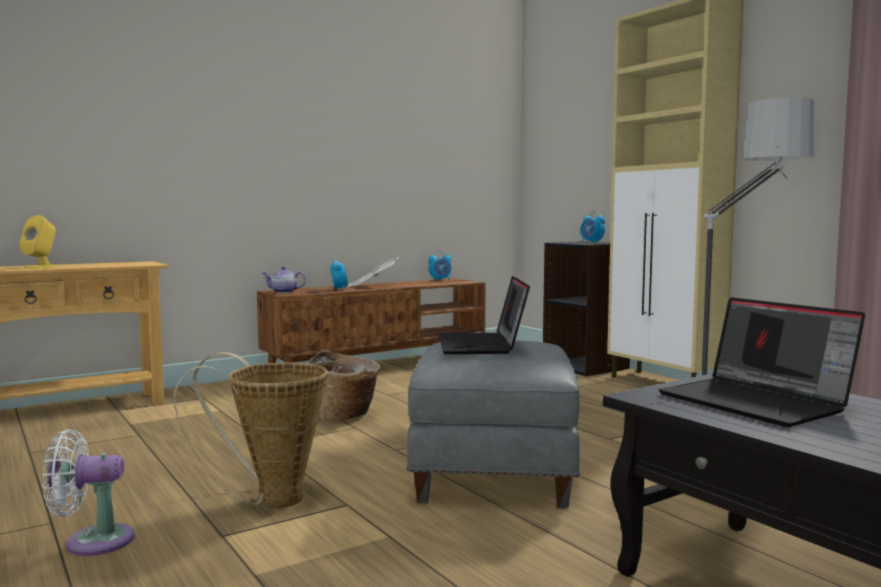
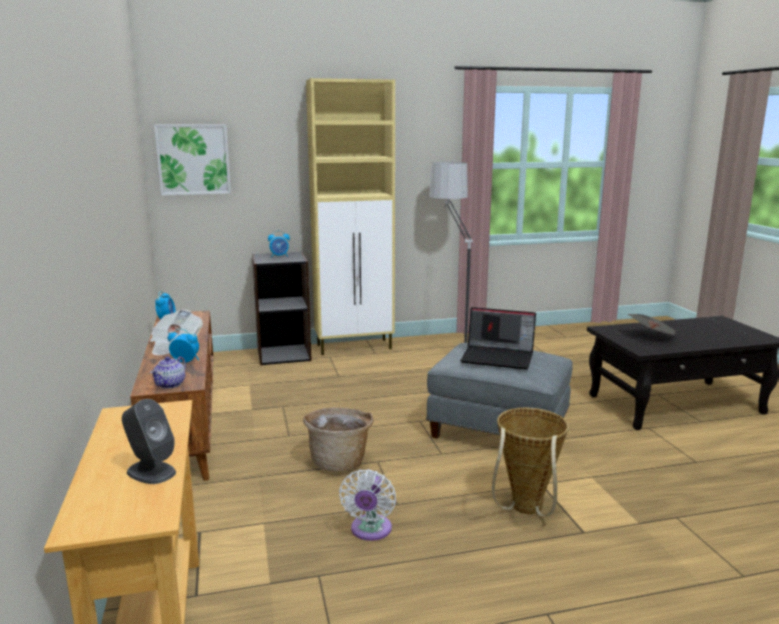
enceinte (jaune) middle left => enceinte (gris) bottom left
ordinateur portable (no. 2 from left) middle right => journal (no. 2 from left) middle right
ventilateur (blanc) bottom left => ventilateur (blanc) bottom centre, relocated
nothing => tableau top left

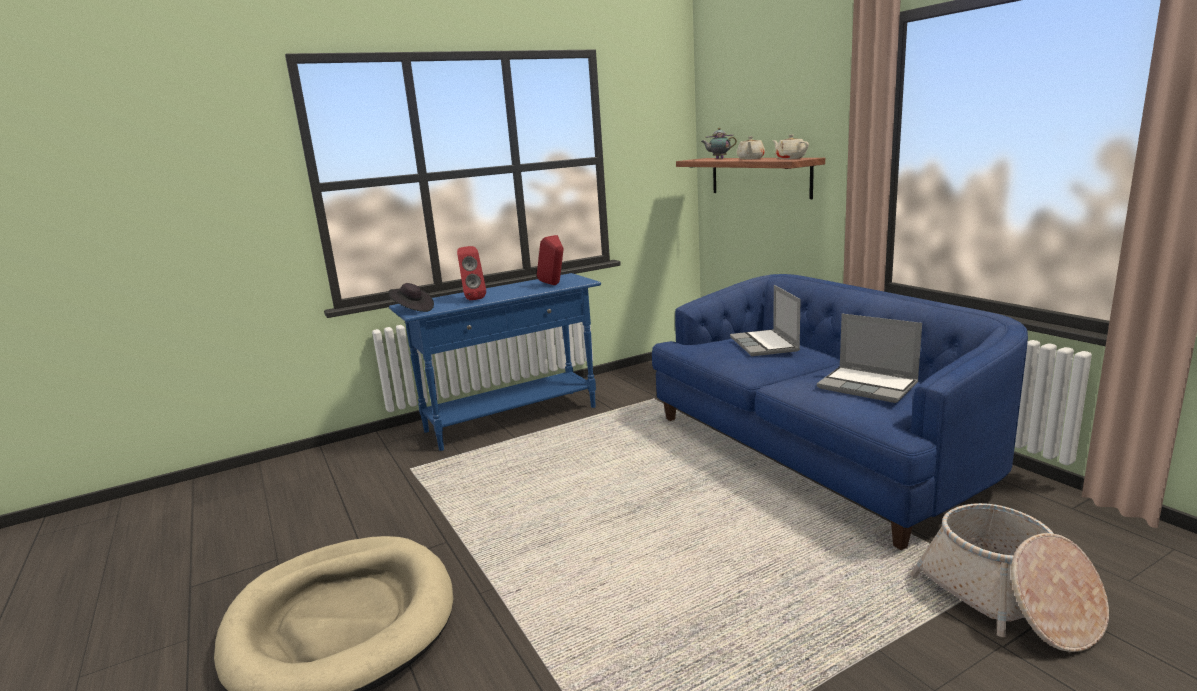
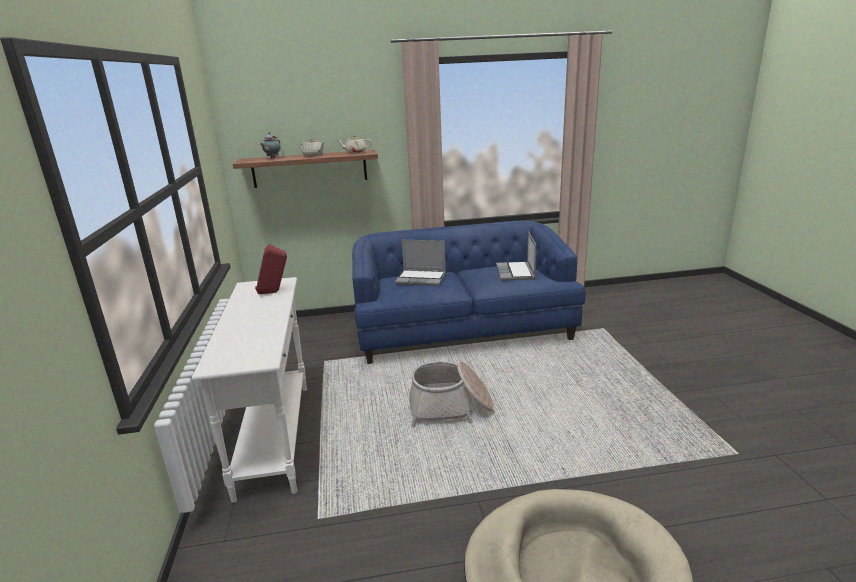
enceinte (rouge) (no. 1 from left) centre => nothing
table console (bleu) centre => table console (blanc) bottom left
chapeau (noir) centre => nothing
ordinateur portable (no. 2 from left) middle right => ordinateur portable (no. 2 from left) centre, 120 degrees clockwise
panier bottom right => panier bottom centre, relocated

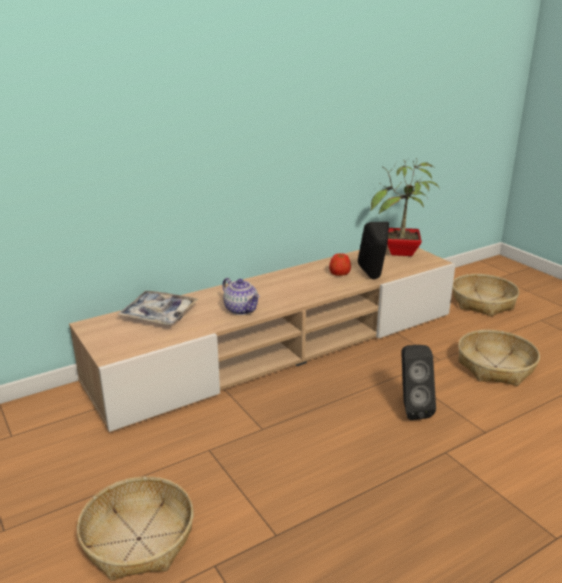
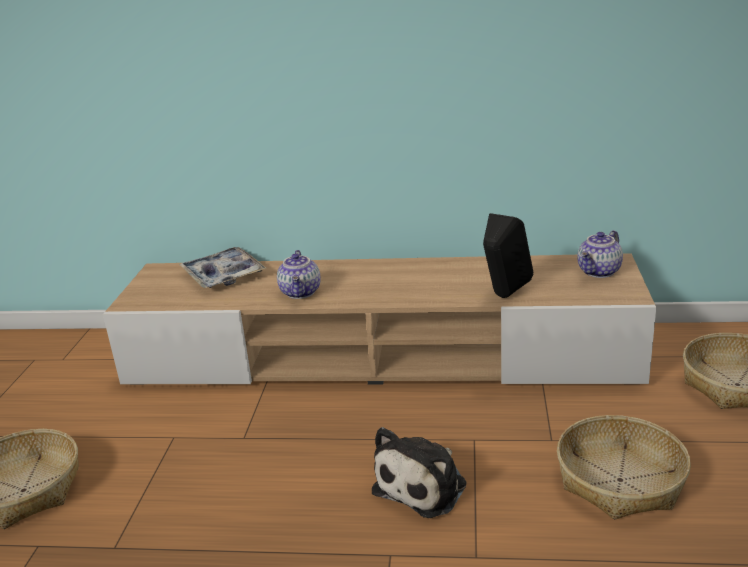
plante en pot middle right => théière (no. 2 from left) middle right
pomme centre => nothing
enceinte (noir) (no. 2 from left) middle right => peluche bottom centre

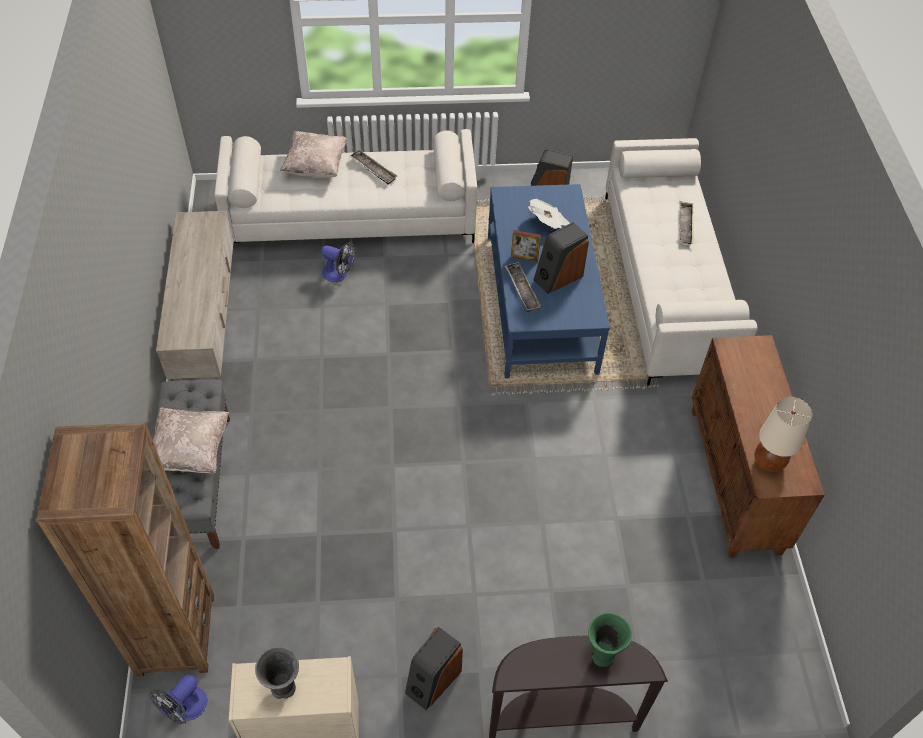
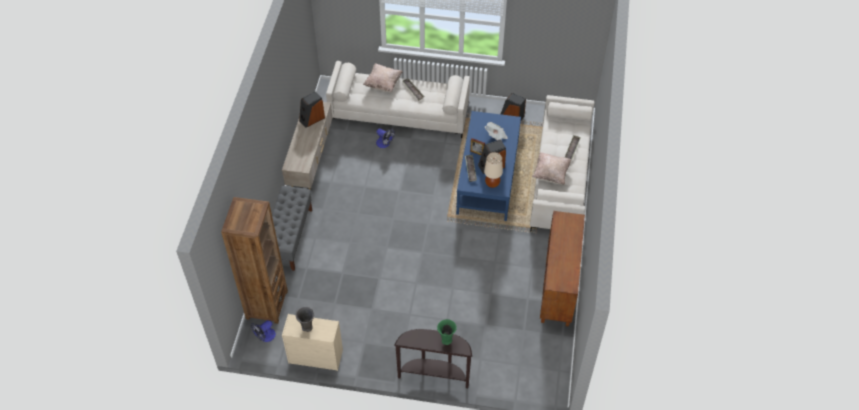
lampe de table (beige) middle right => lampe de table (beige) centre, relocated
coussin (beige) (no. 1 from left in the first image) middle left => coussin (beige) (no. 2 from left) centre, relocated
enceinte (no. 1 from left) bottom centre => enceinte (no. 1 from left) top centre, relocated

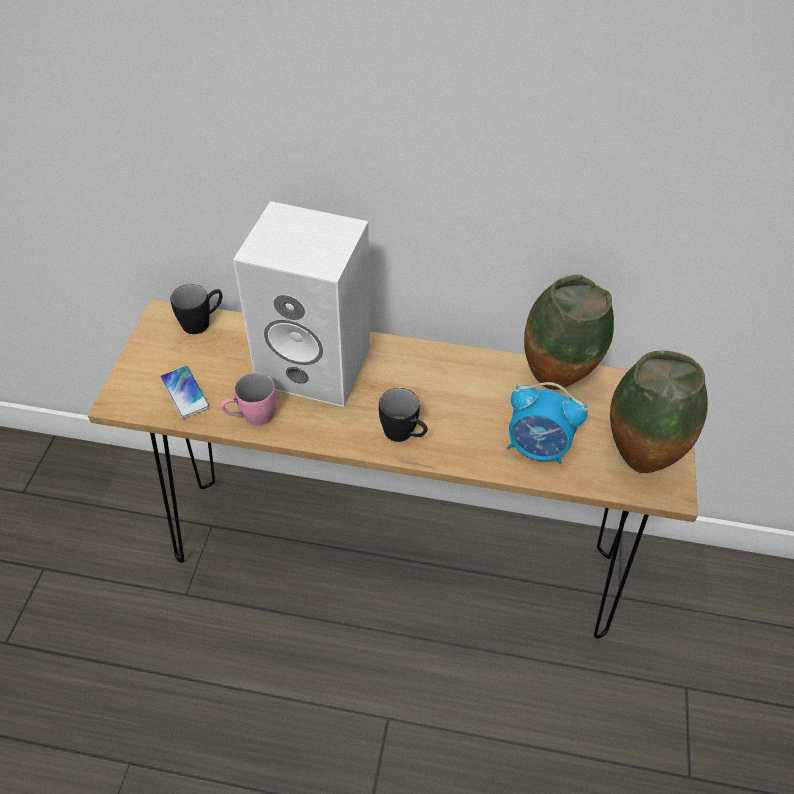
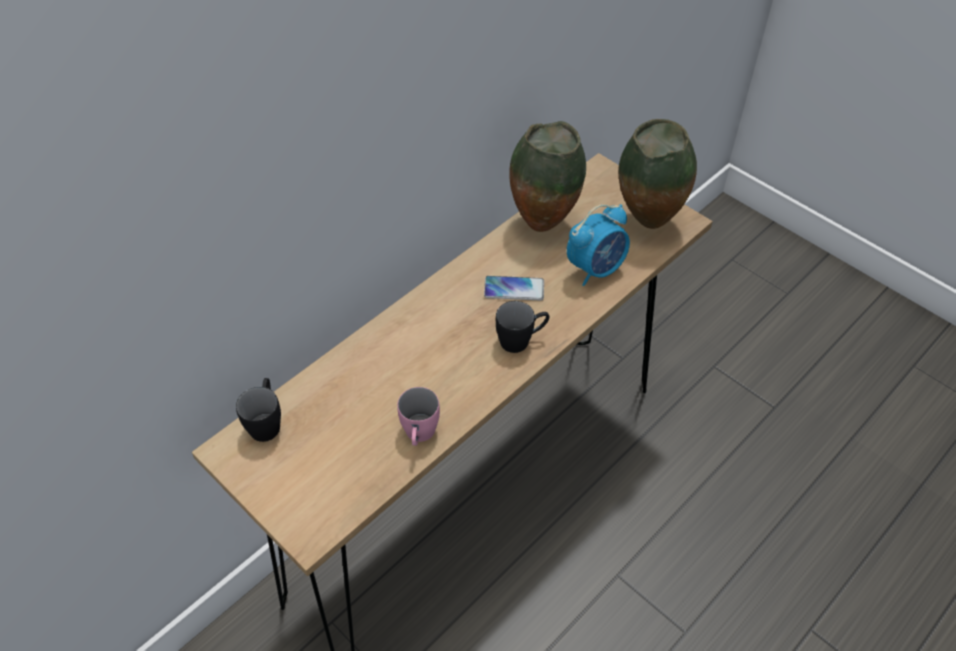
enceinte (blanc) centre => nothing
téléphone middle left => téléphone centre, relocated

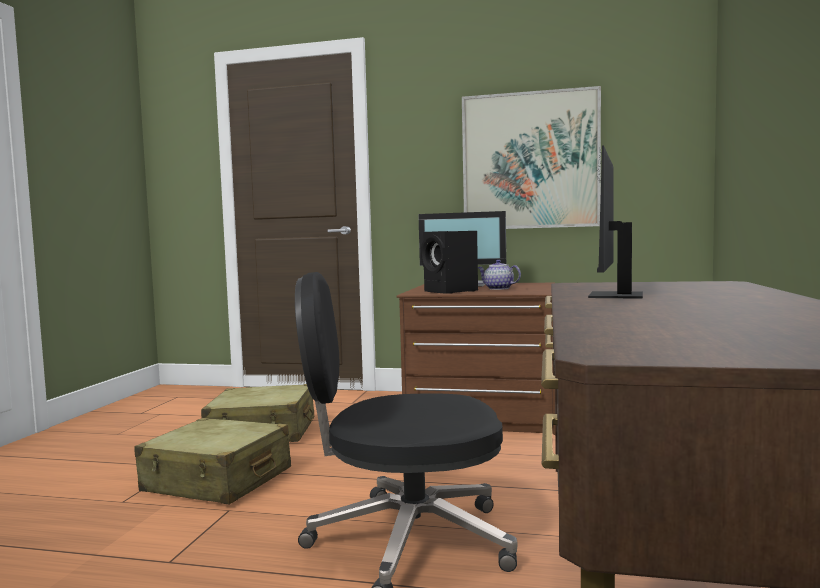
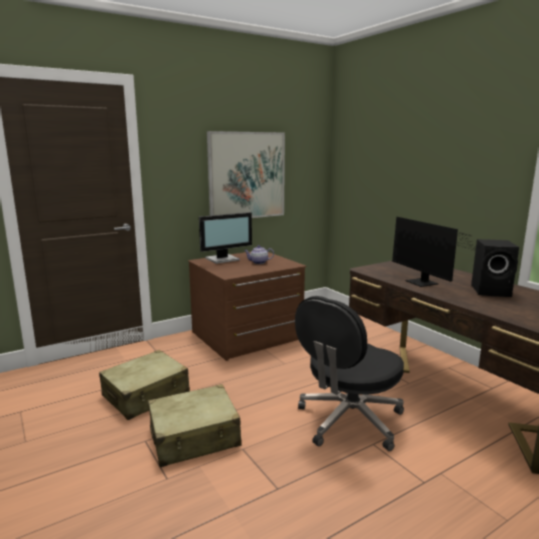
enceinte (noir) centre => enceinte (noir) middle right, relocated

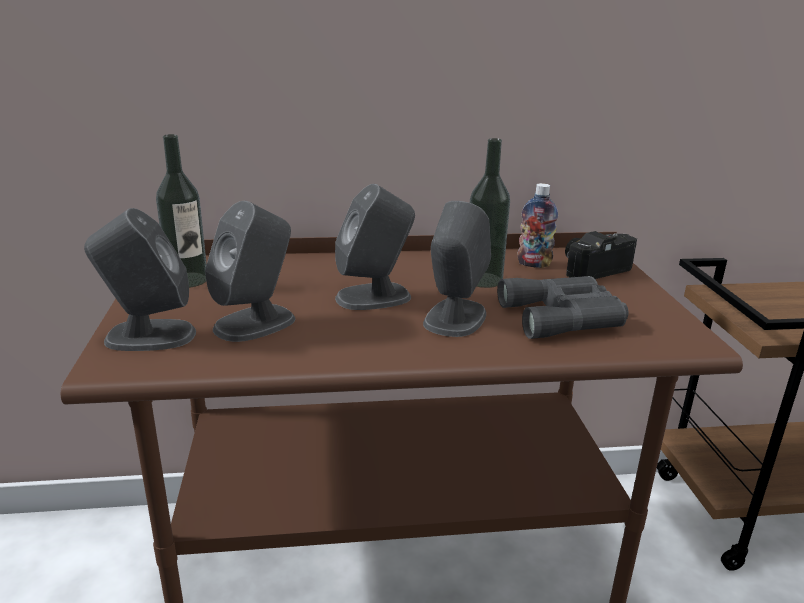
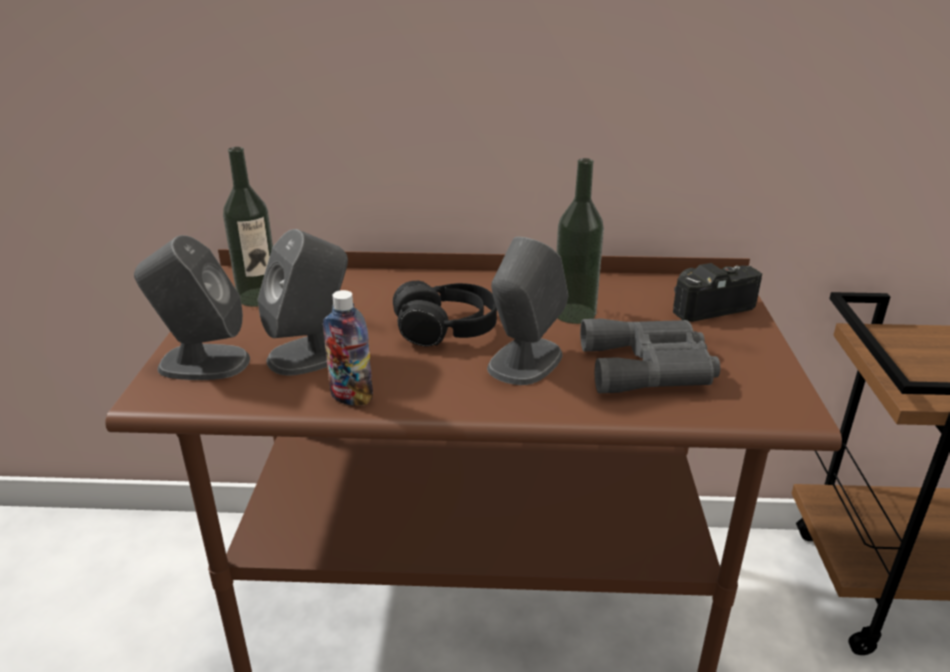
bouteille (no. 3 from left in the first image) middle right => bouteille (no. 2 from left) centre, relocated
enceinte (gris) (no. 3 from left) centre => casque audio (noir) centre

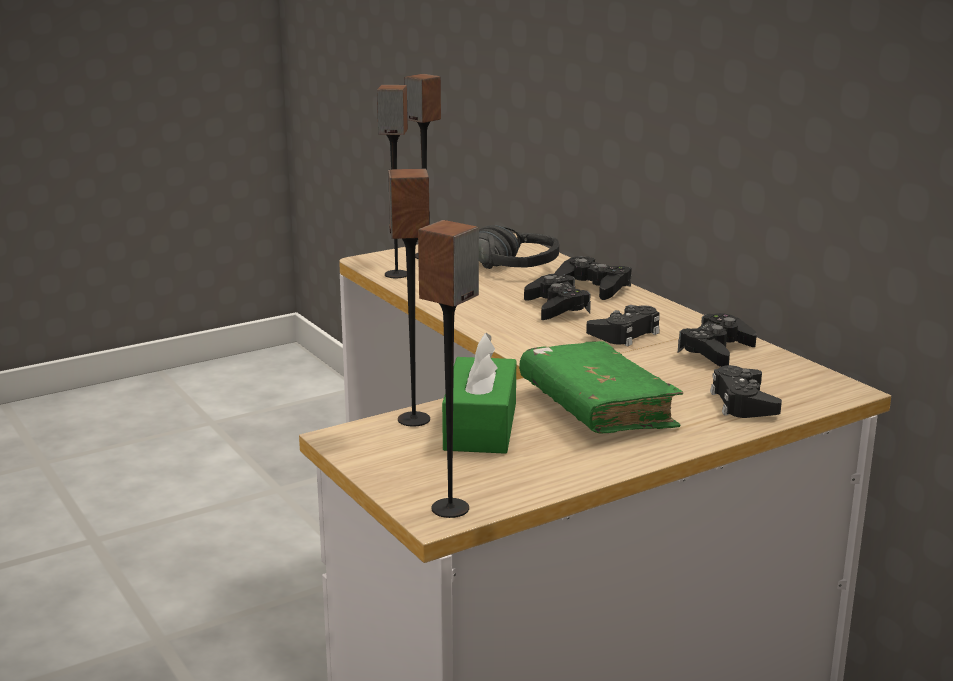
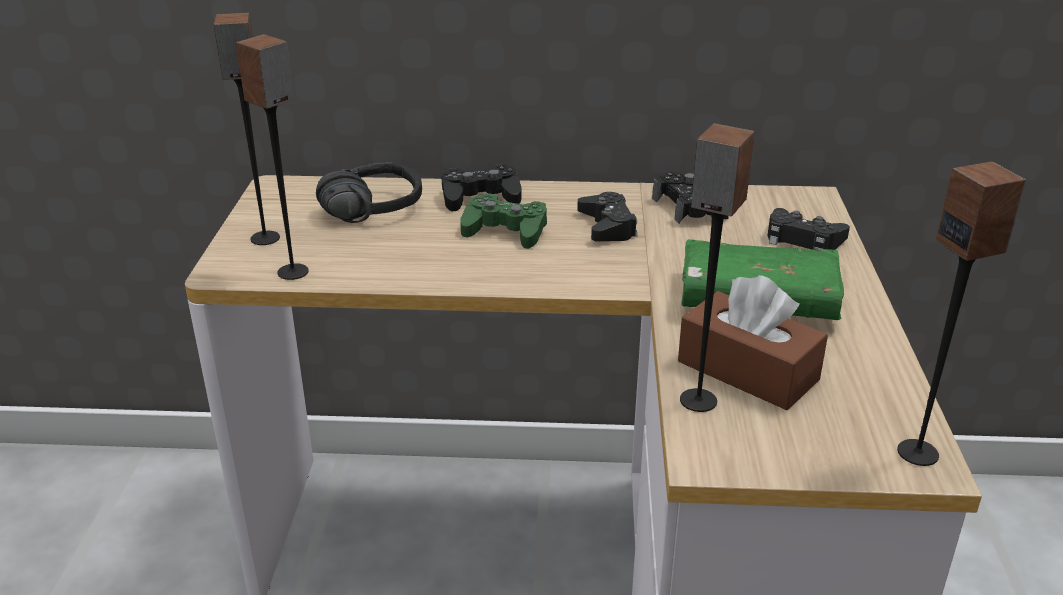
manette (noir) (no. 1 from left) centre => manette (vert) centre
boîte à mouchoirs (vert) centre => boîte à mouchoirs (marron) middle right

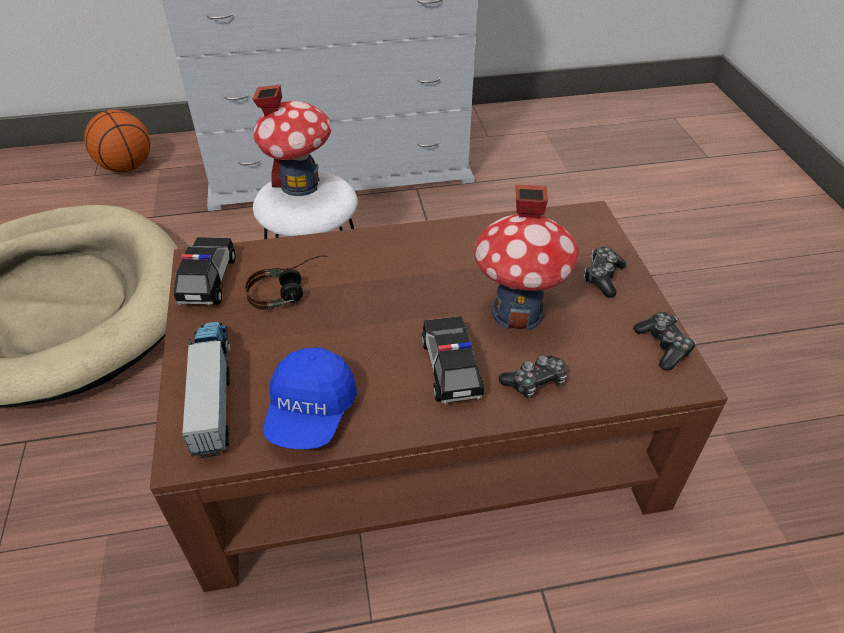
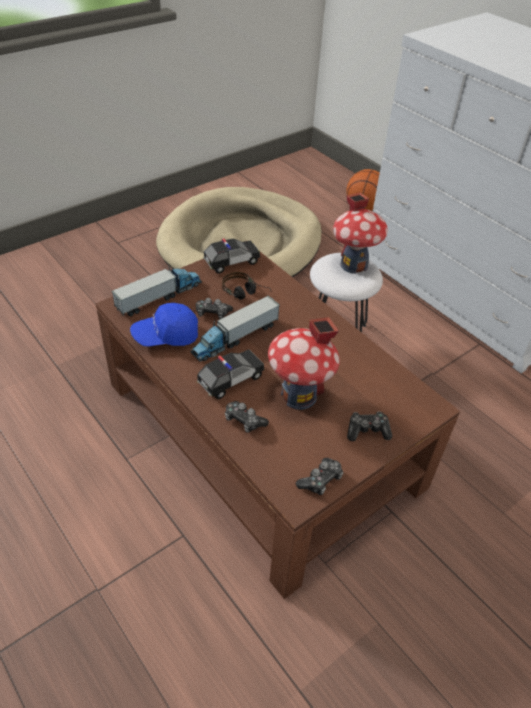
nothing => camion jouet (no. 2 from left) centre
nothing => manette (no. 1 from left) centre

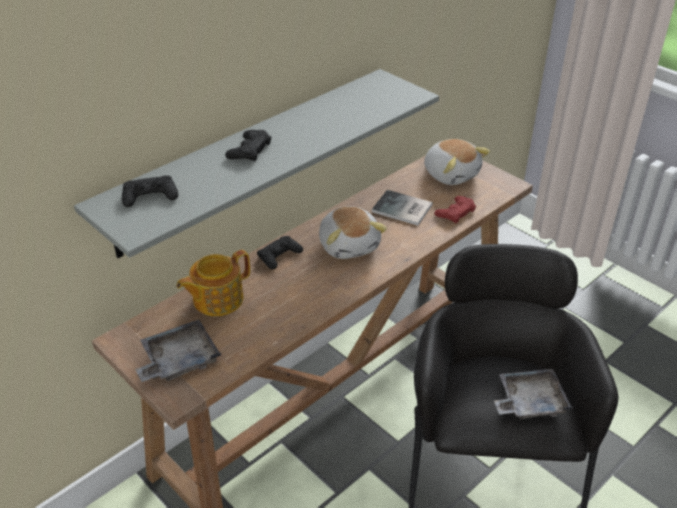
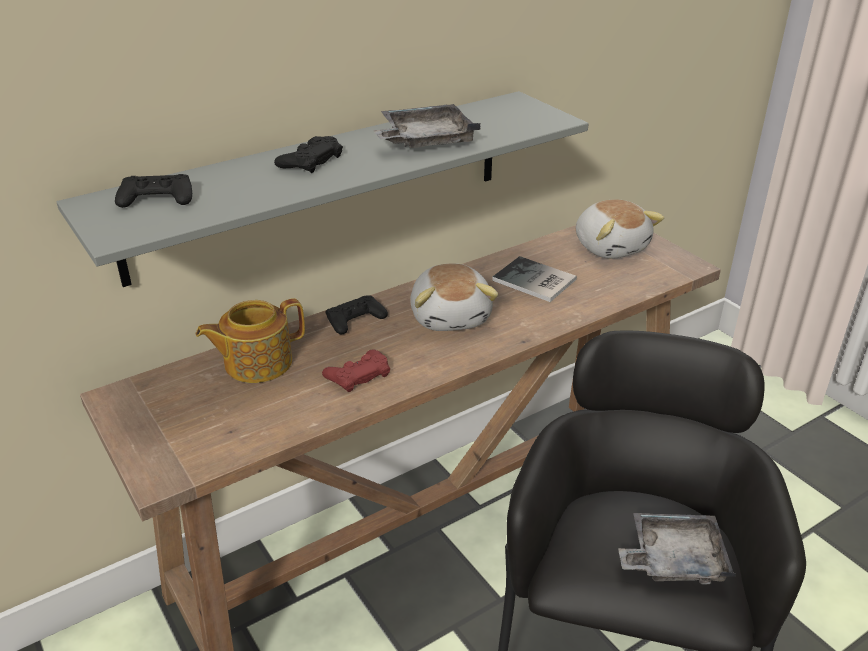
manette (rouge) middle right => manette (rouge) centre, relocated
plateau (gris) (no. 1 from left) bottom left => plateau (gris) (no. 1 from left) top centre, relocated

